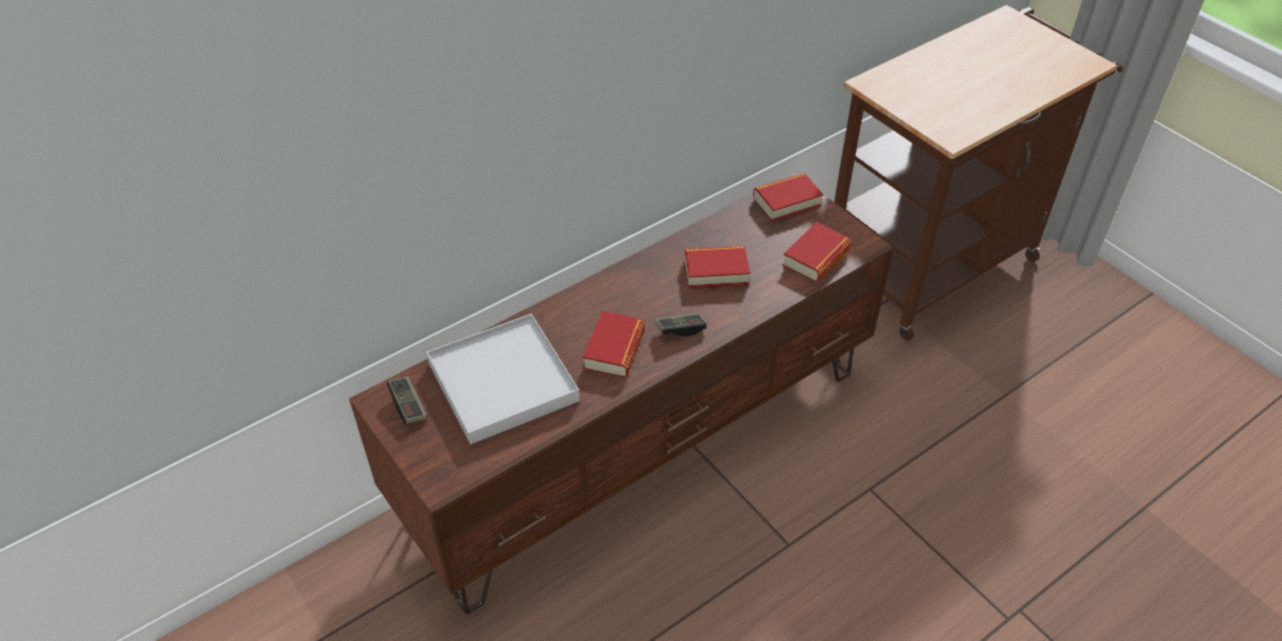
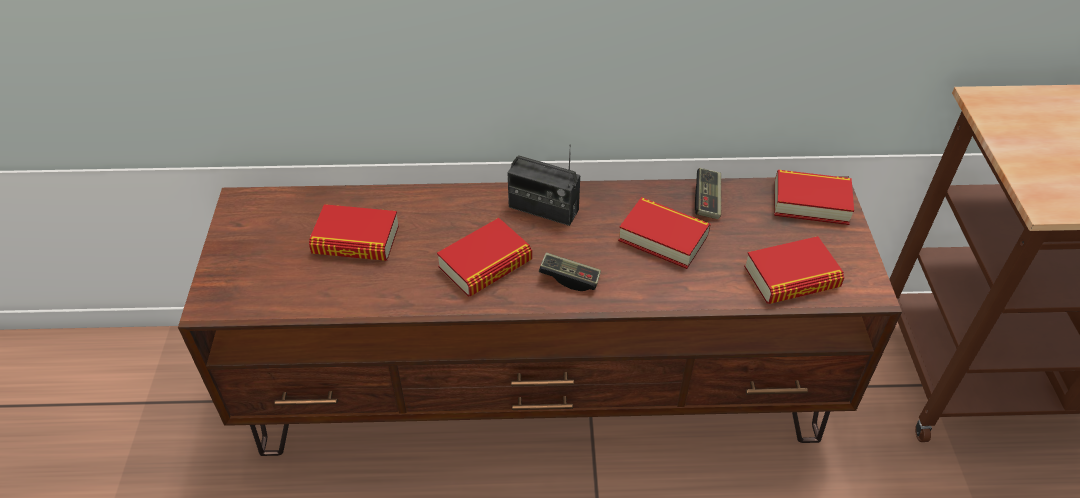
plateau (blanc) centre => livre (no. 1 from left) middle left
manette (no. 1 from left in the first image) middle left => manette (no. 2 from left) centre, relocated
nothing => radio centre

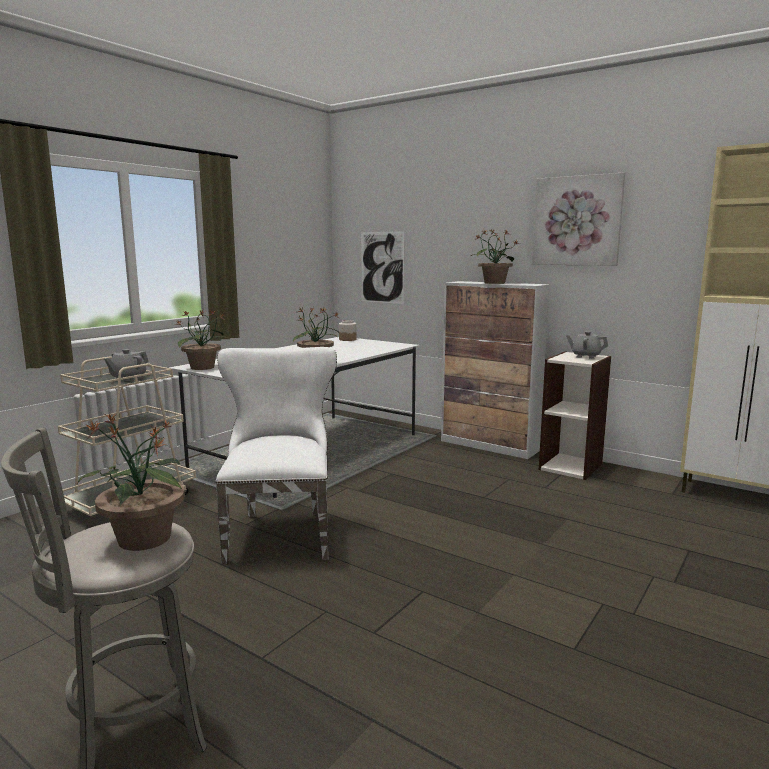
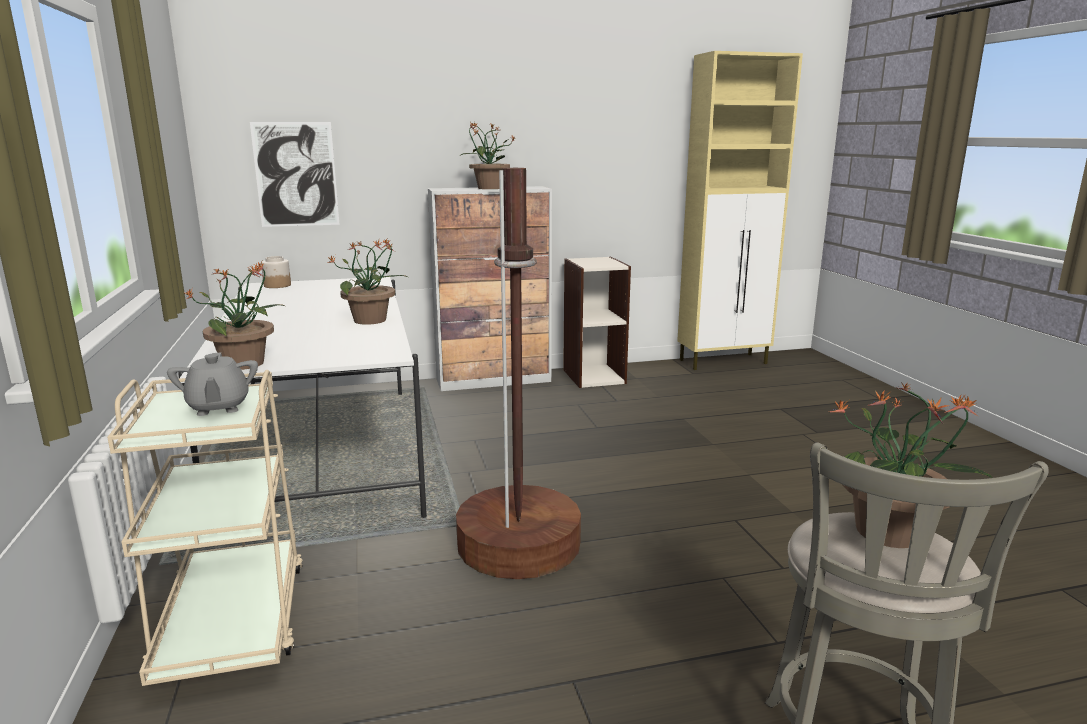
tableau (no. 2 from left) top right => nothing
théière (gris) (no. 2 from left) middle right => nothing
chaise (blanc) centre => lampadaire (marron) centre

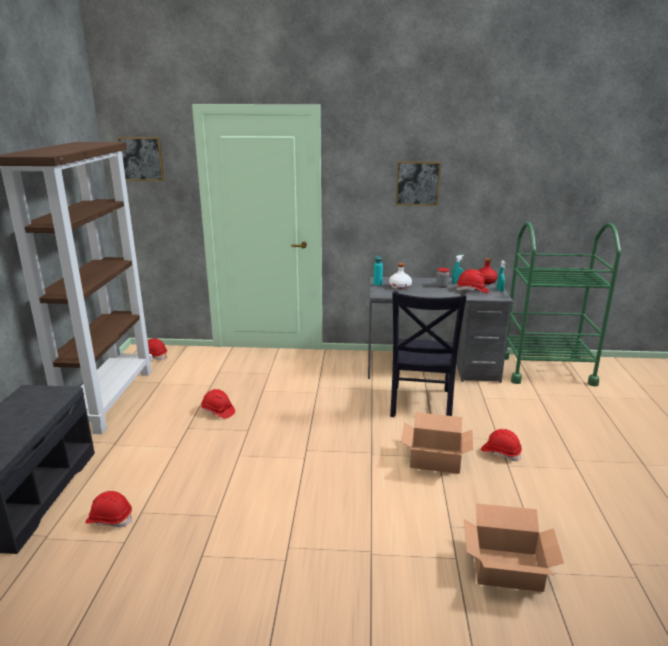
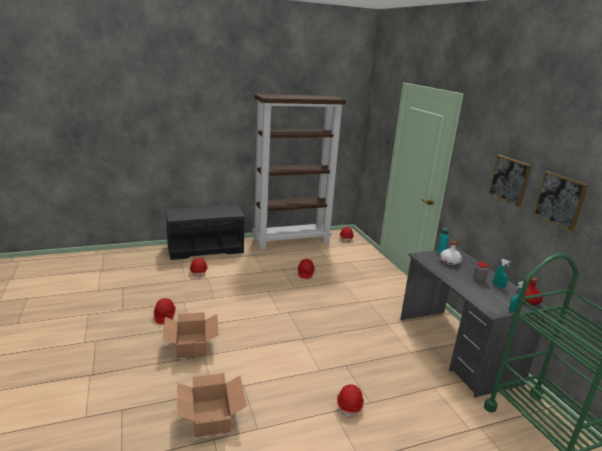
tableau (no. 1 from left in the first image) top left => tableau (no. 2 from left) middle right, relocated
casque de chantier (rouge) (no. 4 from left in the first image) middle right => casque de chantier (rouge) (no. 1 from left) bottom left, relocated
chaise (noir) centre => nothing
carton (no. 1 from left) bottom centre => carton (no. 1 from left) bottom left, relocated

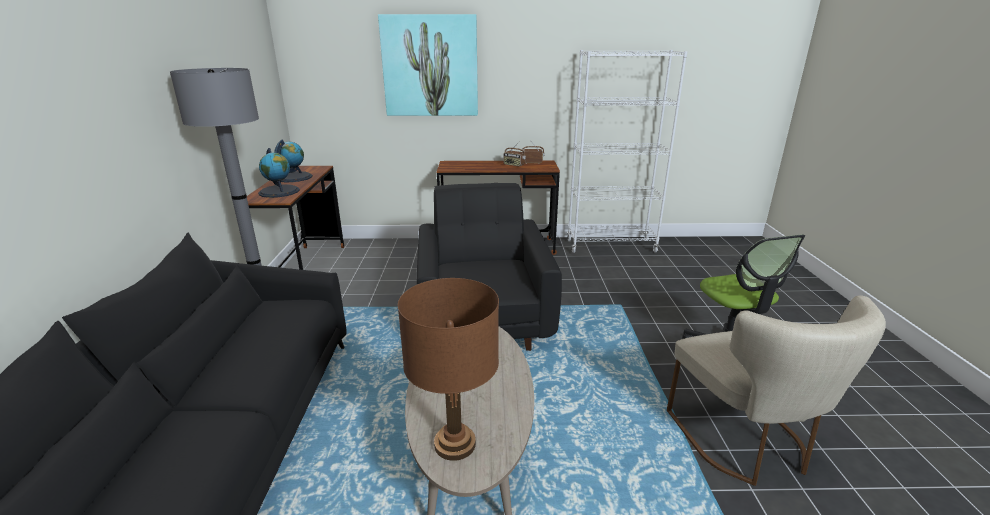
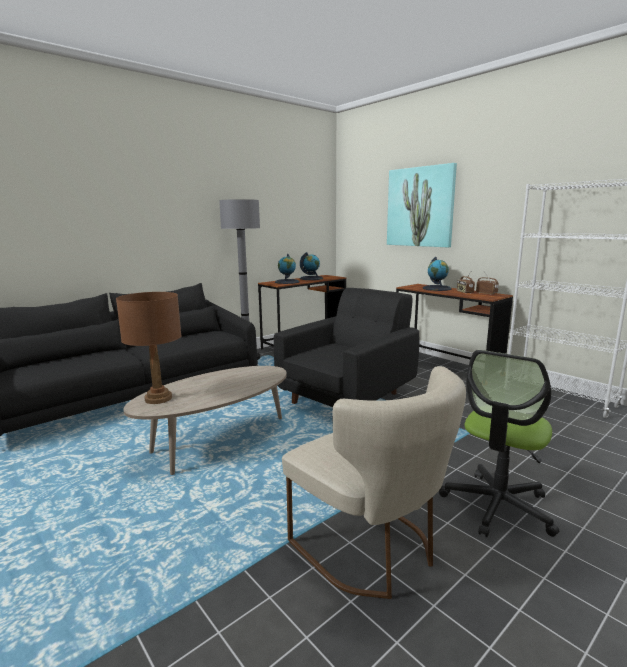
chaise (beige) bottom right => chaise (beige) bottom centre, 75 degrees counterclockwise
nothing => globe (no. 3 from left) middle right

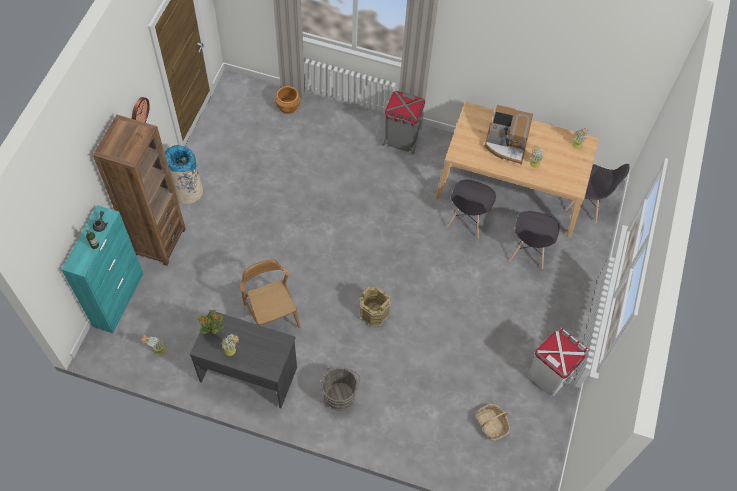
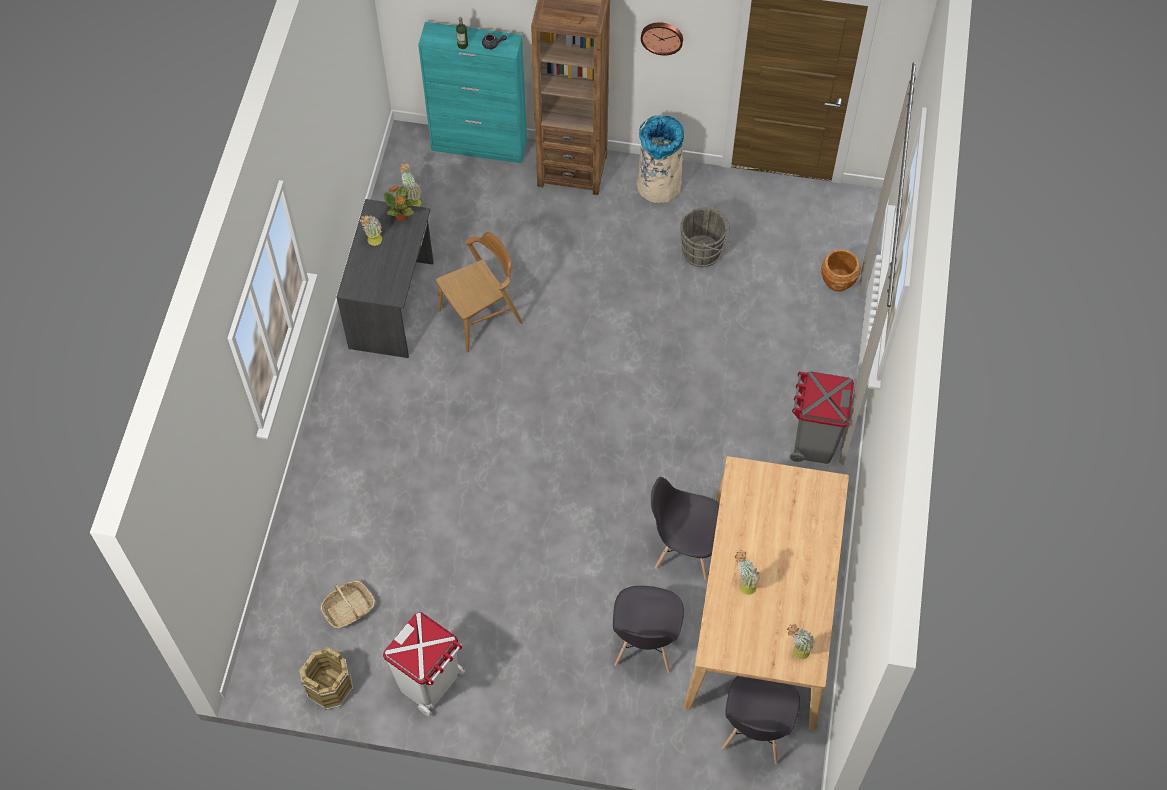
machine à café top right => nothing
chaise (gris) (no. 2 from left in the first image) middle right => chaise (gris) (no. 1 from left) bottom centre, 90 degrees counterclockwise
seau (marron) centre => seau (marron) bottom left, relocated
seau (gris) bottom centre => seau (gris) top centre, relocated

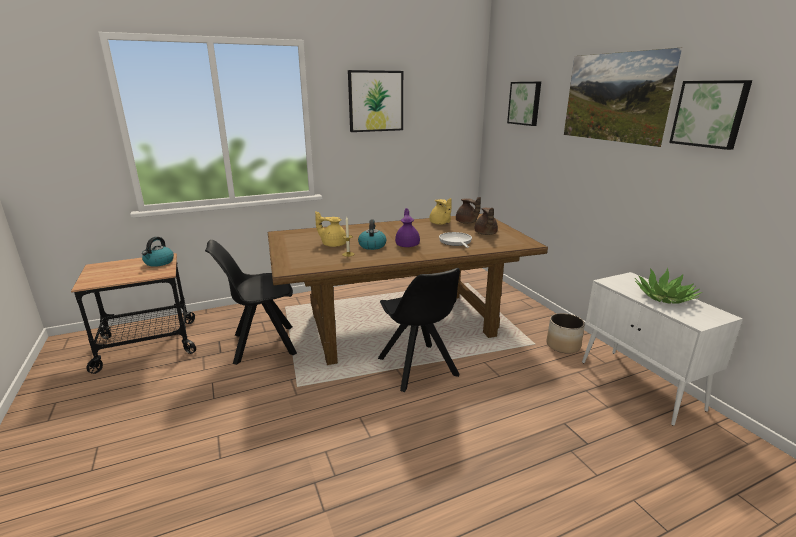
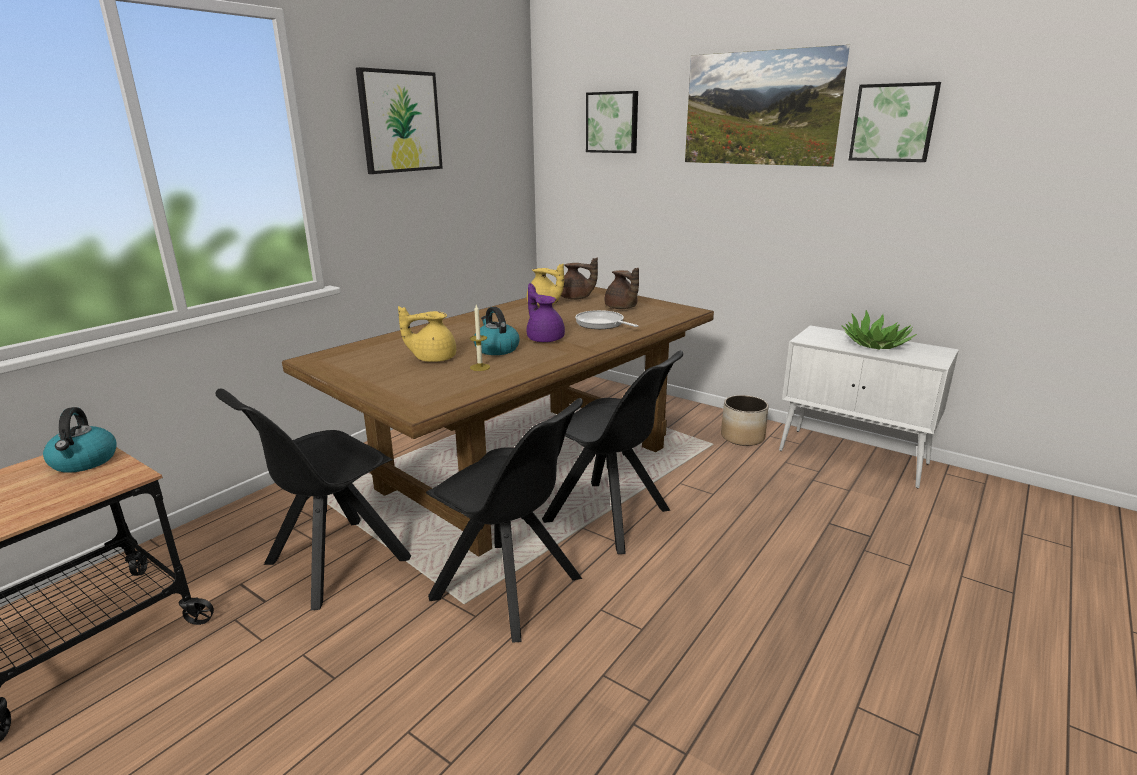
nothing => chaise (noir) (no. 2 from left) bottom centre

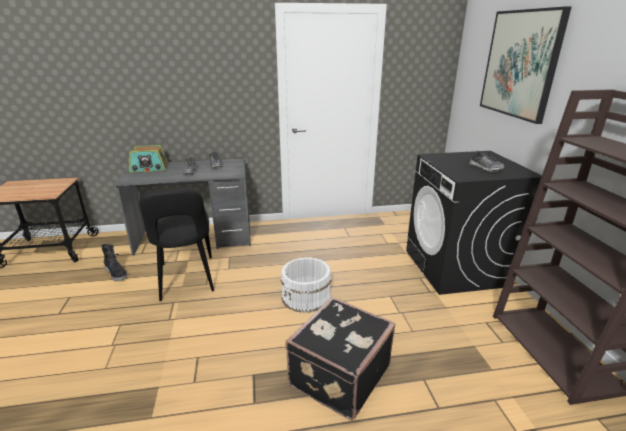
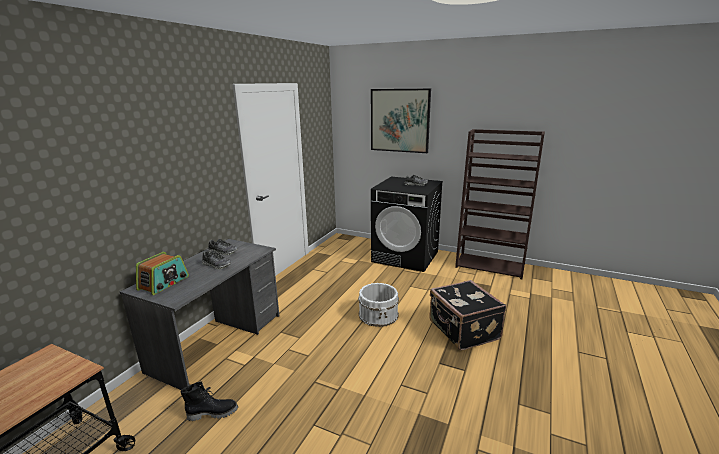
chaise (noir) middle left => nothing

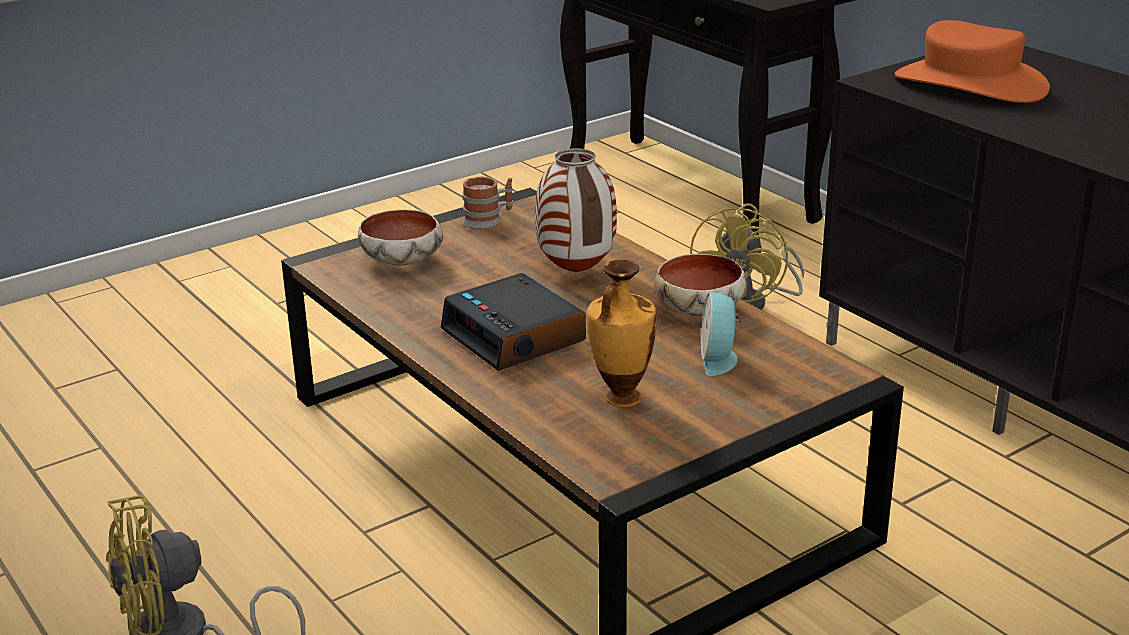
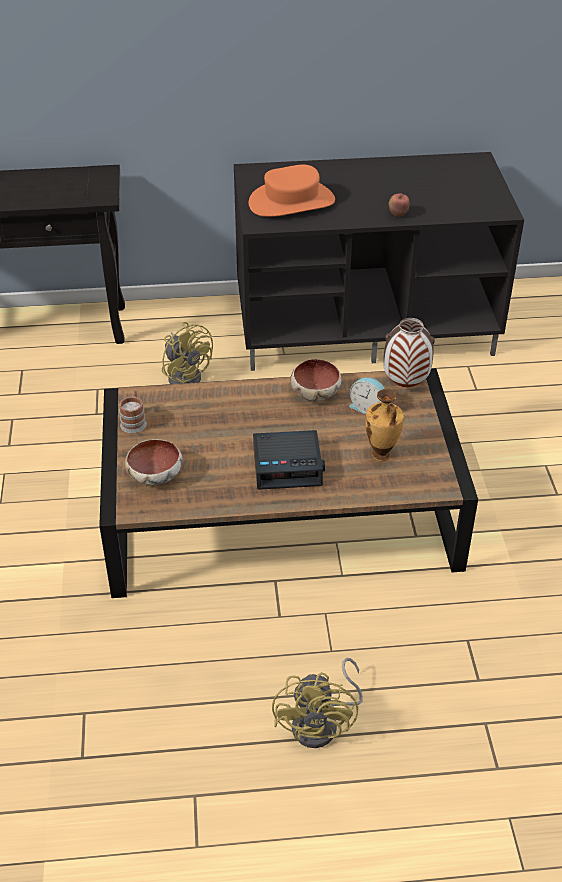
vase (no. 1 from left in the first image) top centre => vase (no. 2 from left) middle right, relocated
nothing => pomme top right

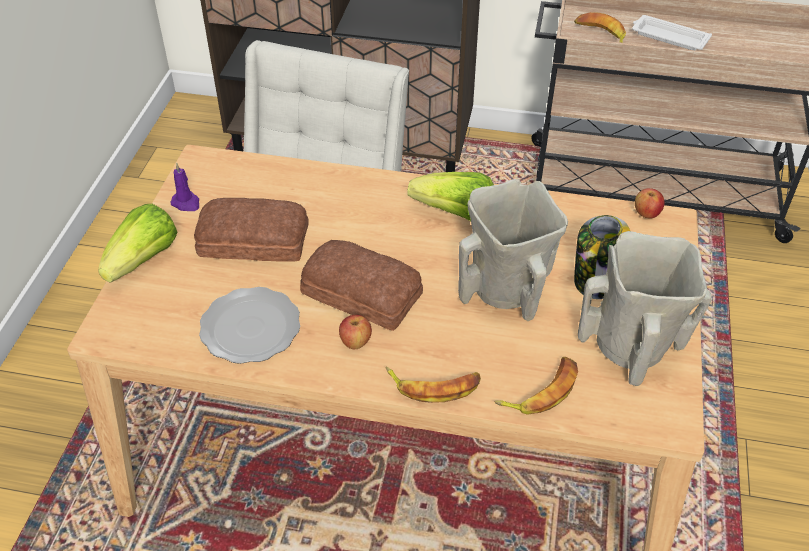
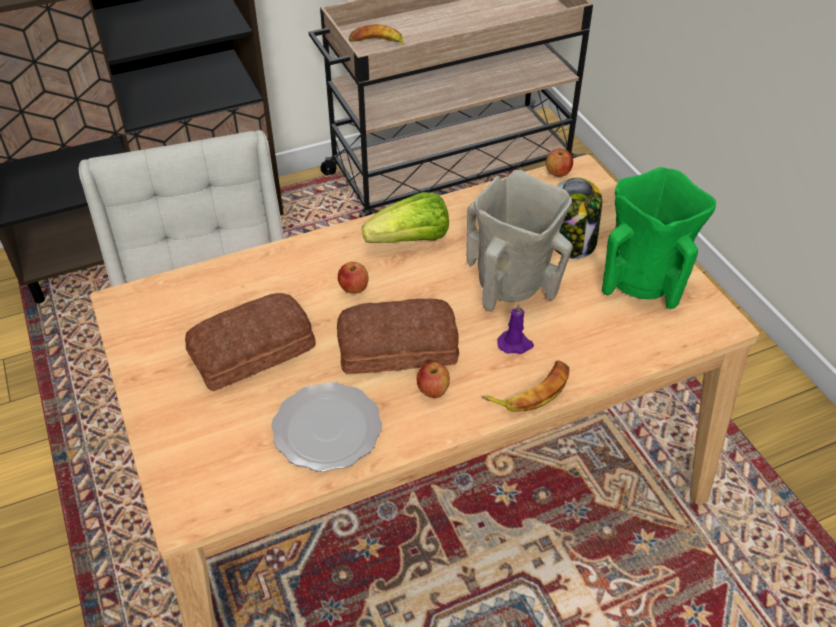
plateau (blanc) top right => nothing
bougie (violet) middle left => bougie (violet) centre, relocated
laitue (no. 1 from left) middle left => nothing
vase (beige) (no. 2 from left) middle right => vase (vert) middle right
banane (no. 2 from left) bottom centre => nothing
nothing => pomme (no. 1 from left) centre

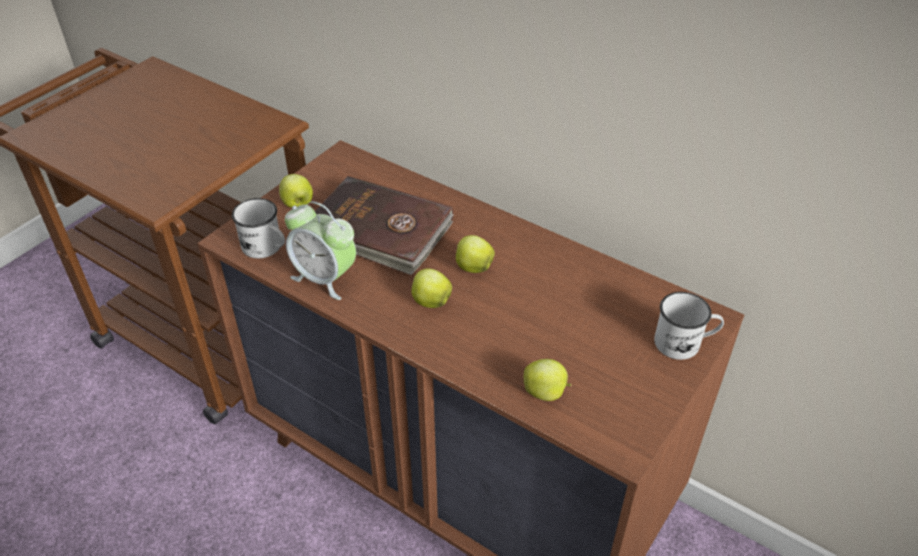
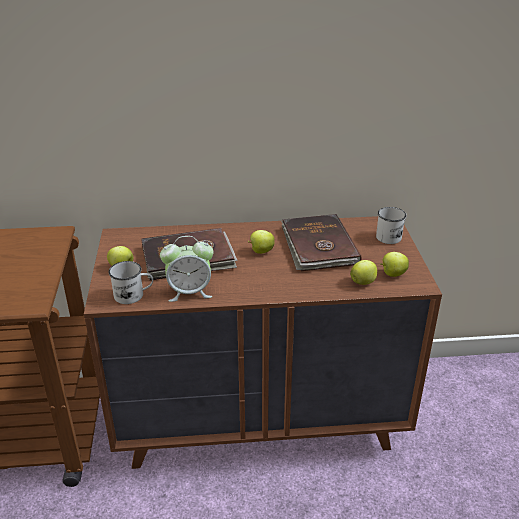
pomme (no. 2 from left in the first image) centre => pomme (no. 4 from left) middle right, relocated
nothing => livre (marron) (no. 2 from left) centre

